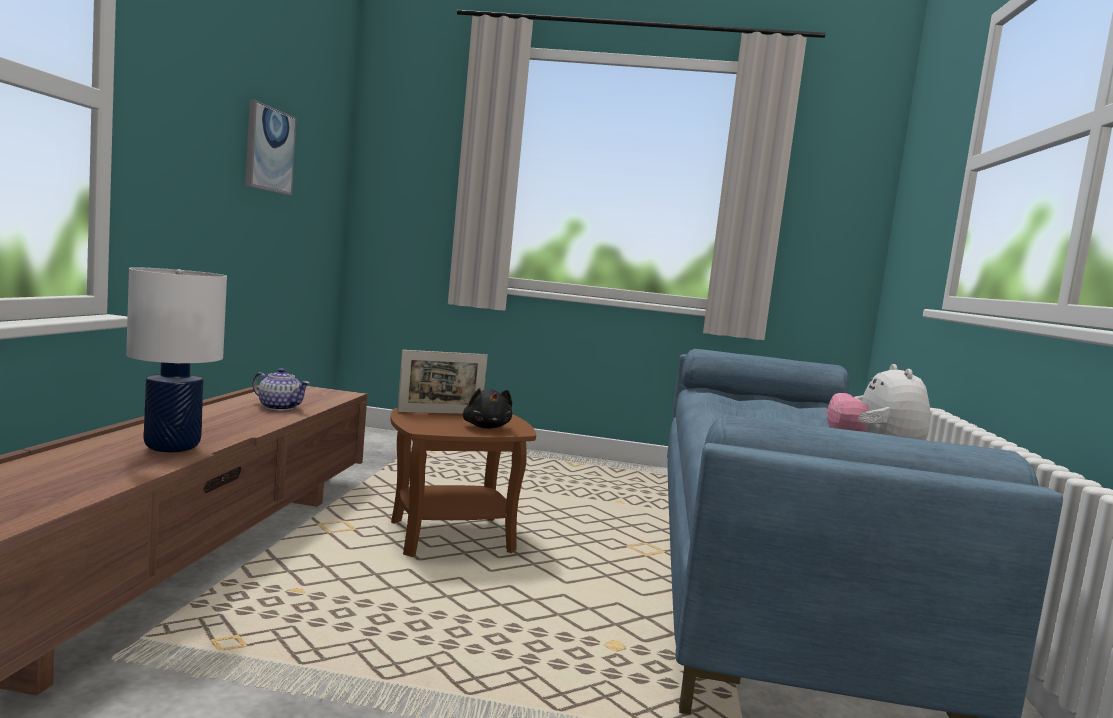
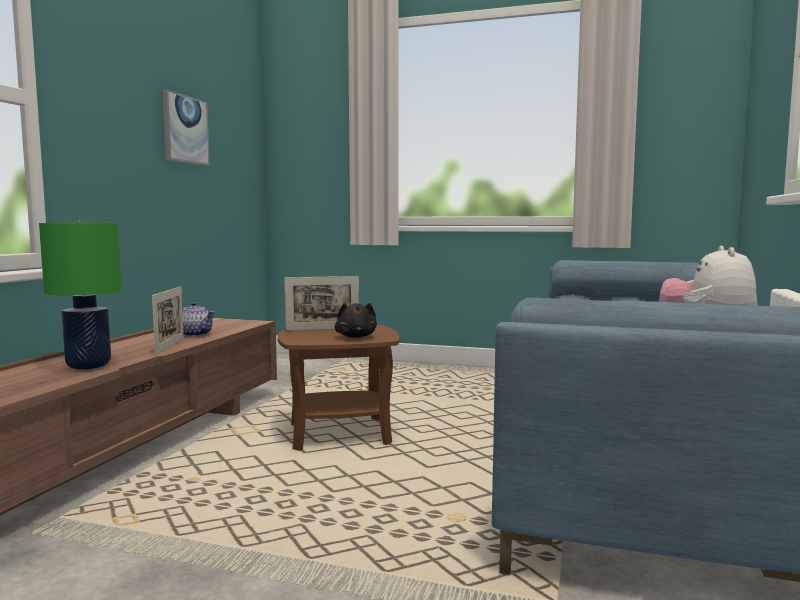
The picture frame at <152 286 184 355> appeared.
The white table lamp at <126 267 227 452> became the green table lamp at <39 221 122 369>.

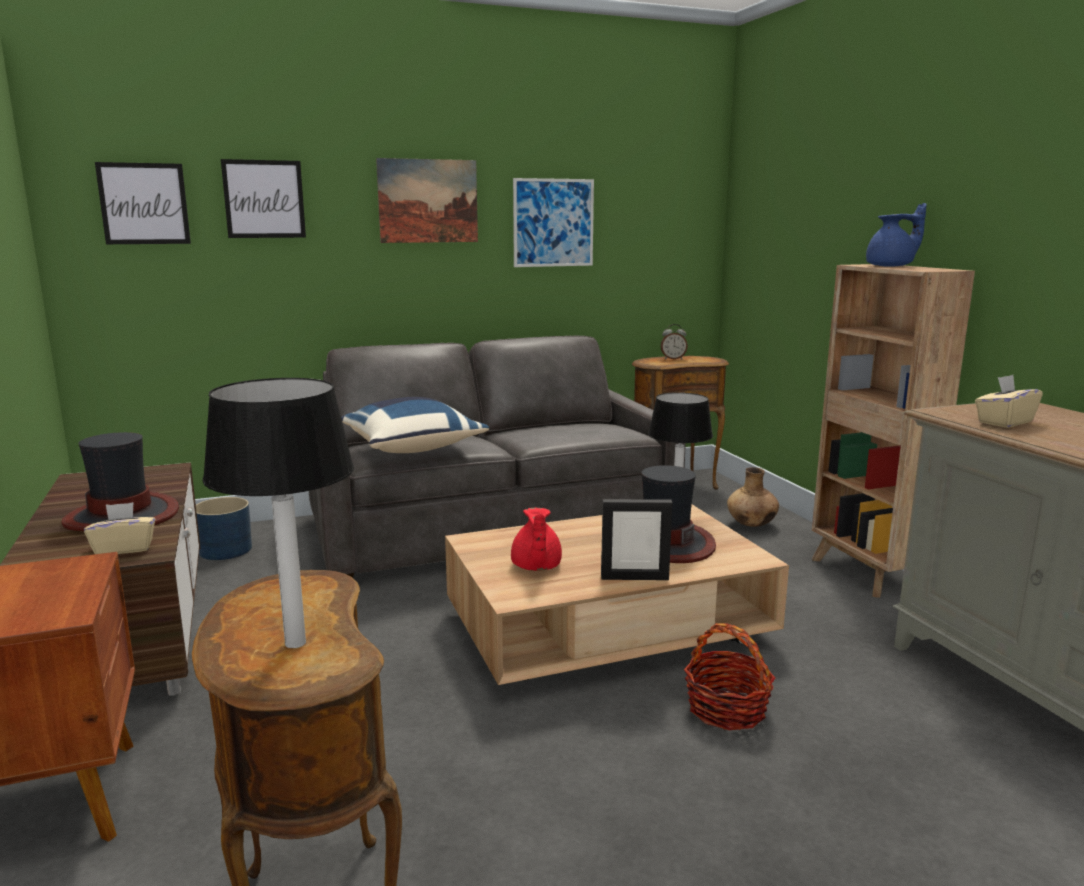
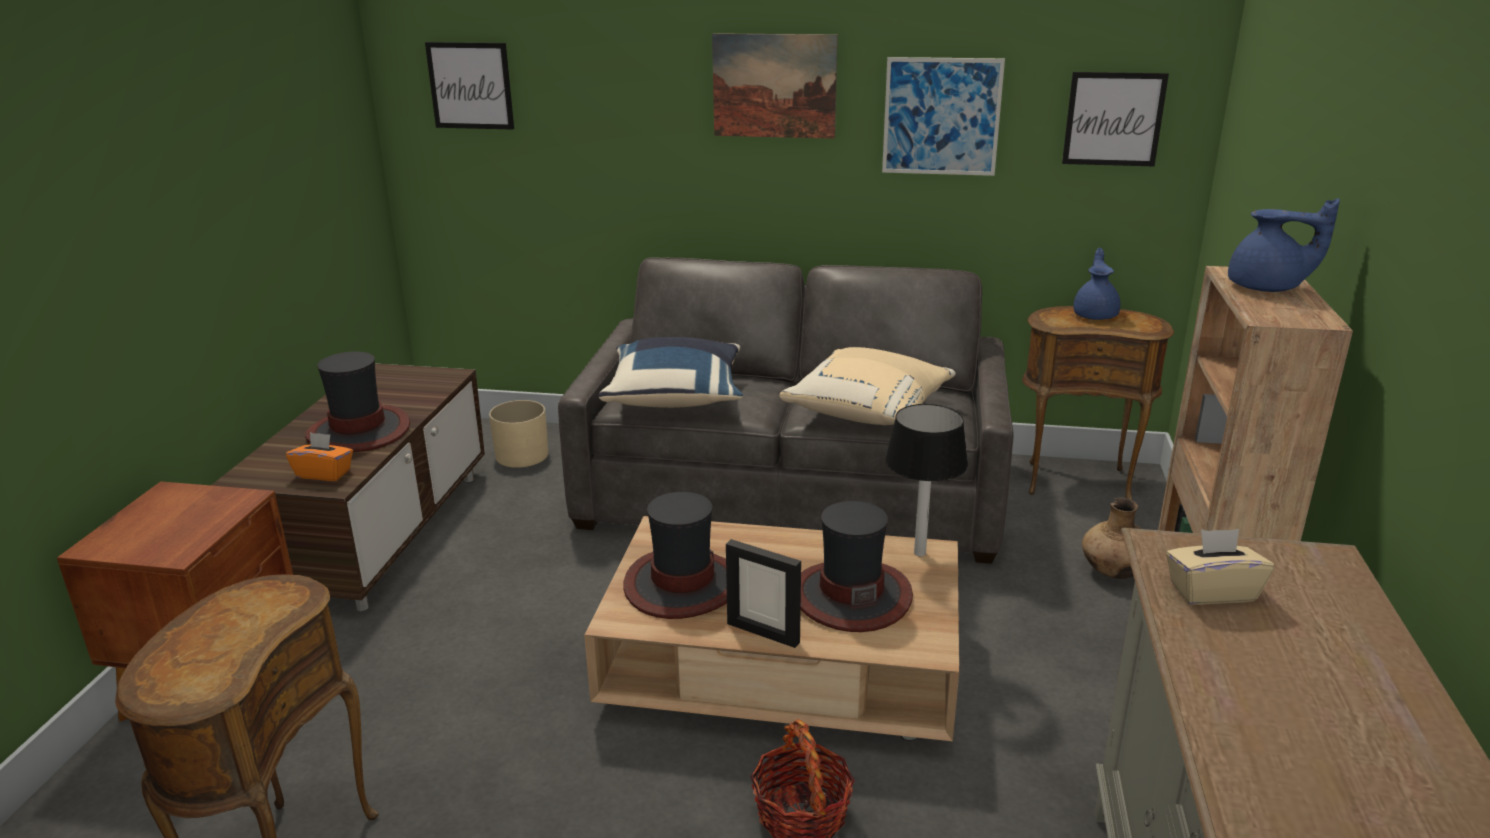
The table lamp at <203 378 354 648> disappeared.
The beige pillow at <779 347 956 425> appeared.
The picture moved from <221 159 306 238> to <1062 72 1169 166>.
The red teapot at <511 508 562 571> was replaced by the hat at <623 492 727 619>.
The alarm clock at <661 324 688 359> was replaced by the blue teapot at <1073 248 1120 320>.
The beige tissue box at <84 502 156 554> became the orange tissue box at <286 432 353 481>.
The blue planter at <196 497 252 560> became the beige planter at <489 400 548 468>.

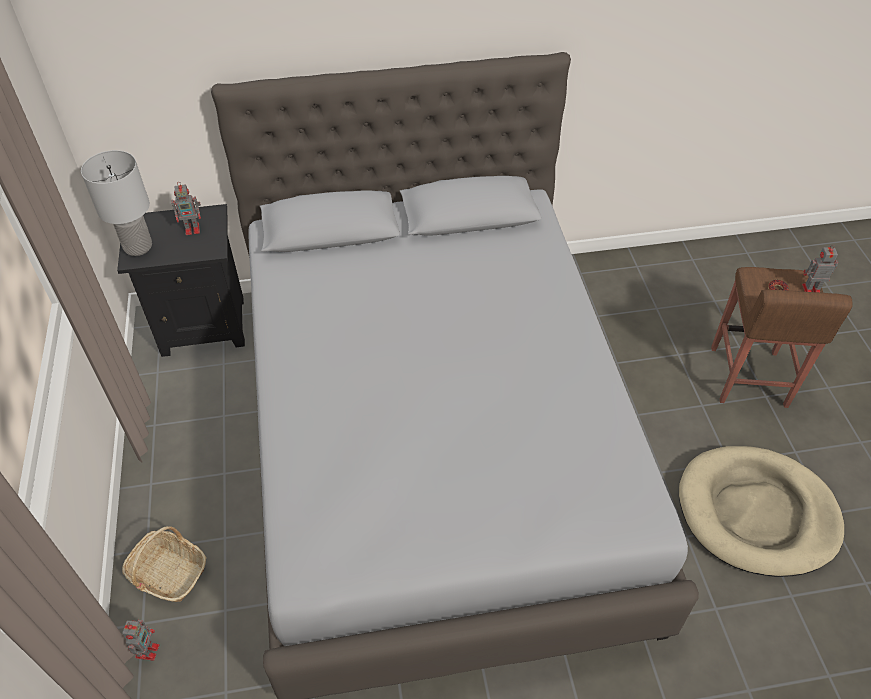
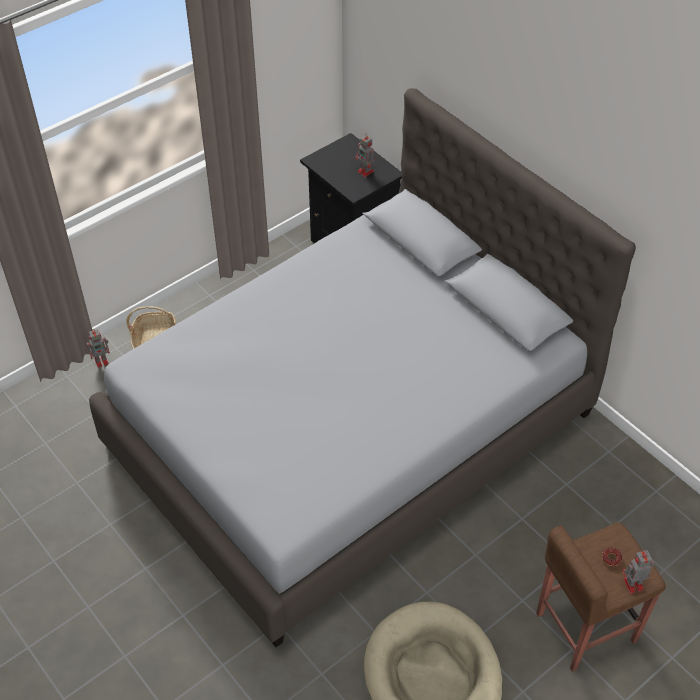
The grey table lamp at <81 150 152 256> disappeared.
The toy robot at <802 245 838 292> turned 75 degrees counterclockwise.

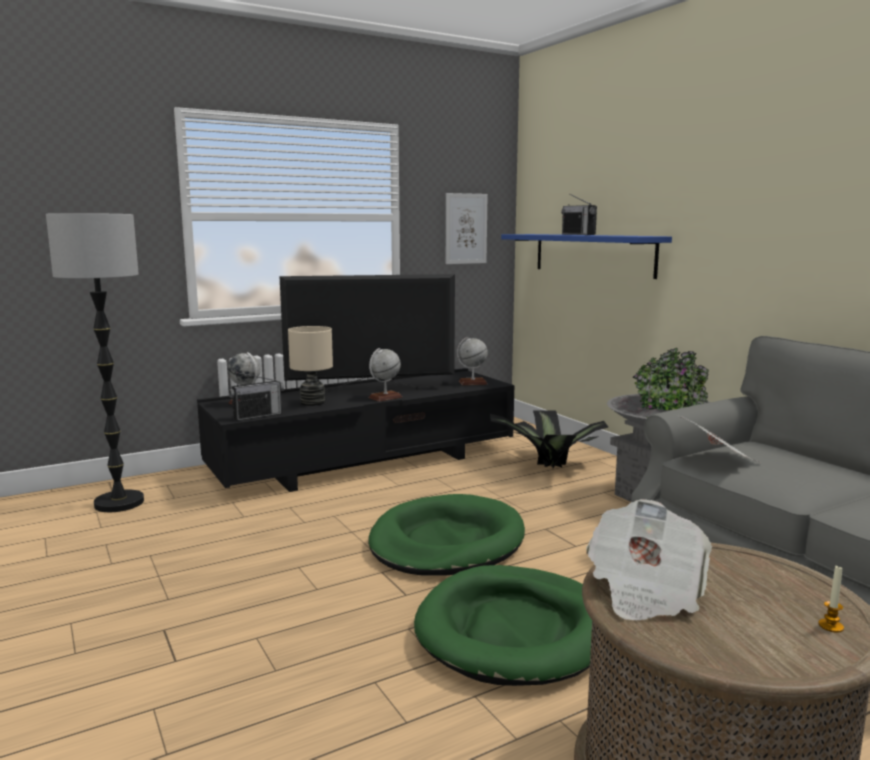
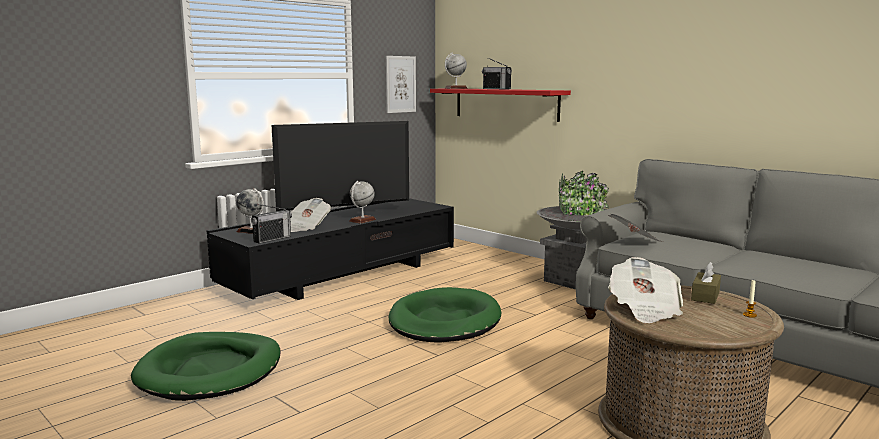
The floor lamp at <46 213 144 512> disappeared.
The potted plant at <490 410 608 468> disappeared.
The brown tissue box at <691 262 721 304> appeared.
The green dog bed moved from <414 565 592 686> to <131 332 280 401>.
The globe moved from <457 337 488 385> to <445 53 468 89>.
The beige table lamp at <288 326 333 406> was replaced by the newspaper at <290 198 331 232>.
The blue shelf at <501 234 672 279> became the red shelf at <430 89 571 122>.

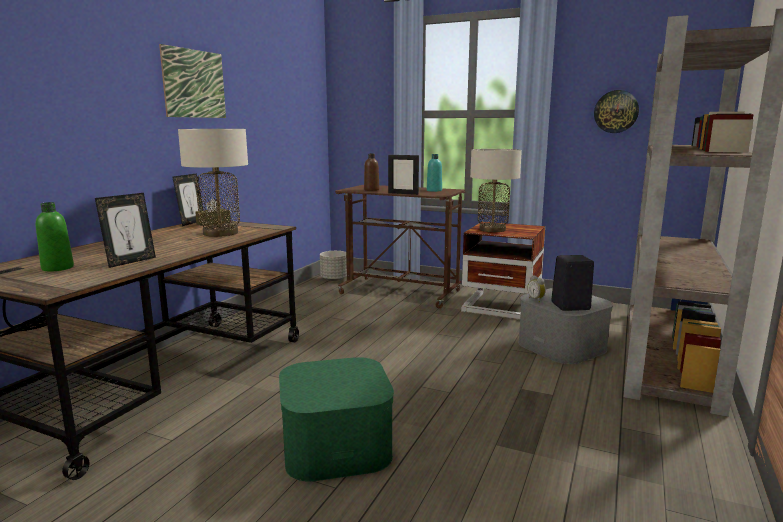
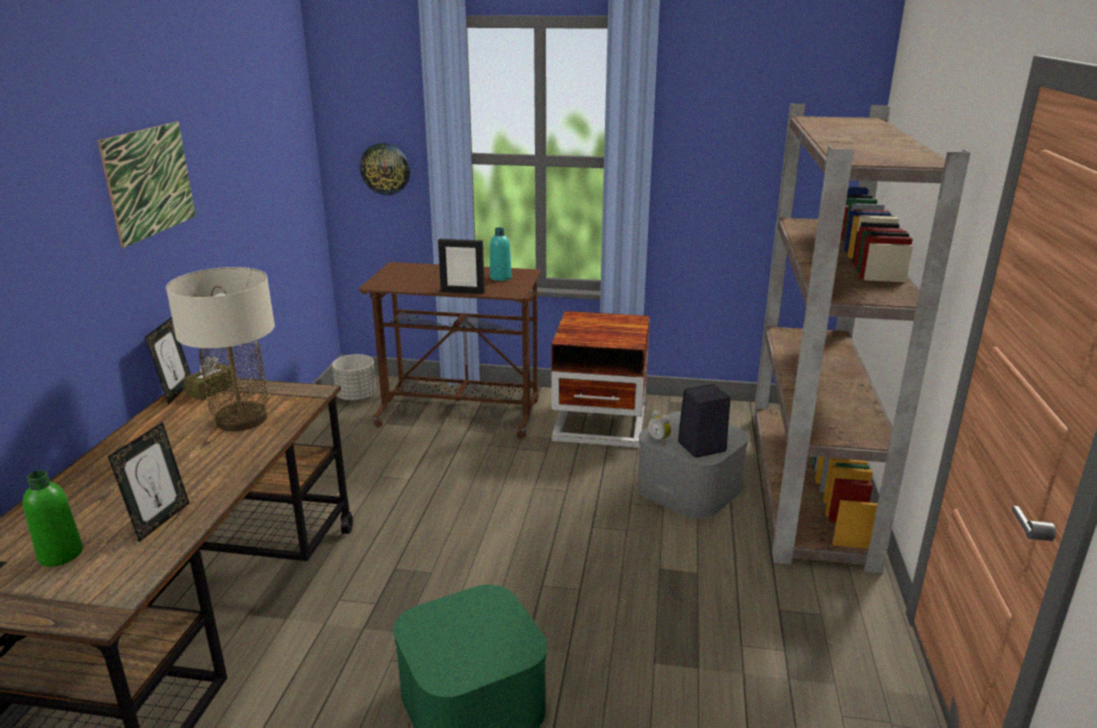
The brown bottle at <364 154 379 191> disappeared.
The table lamp at <470 149 522 232> disappeared.
The wall clock moved from <594 90 639 133> to <360 143 410 195>.

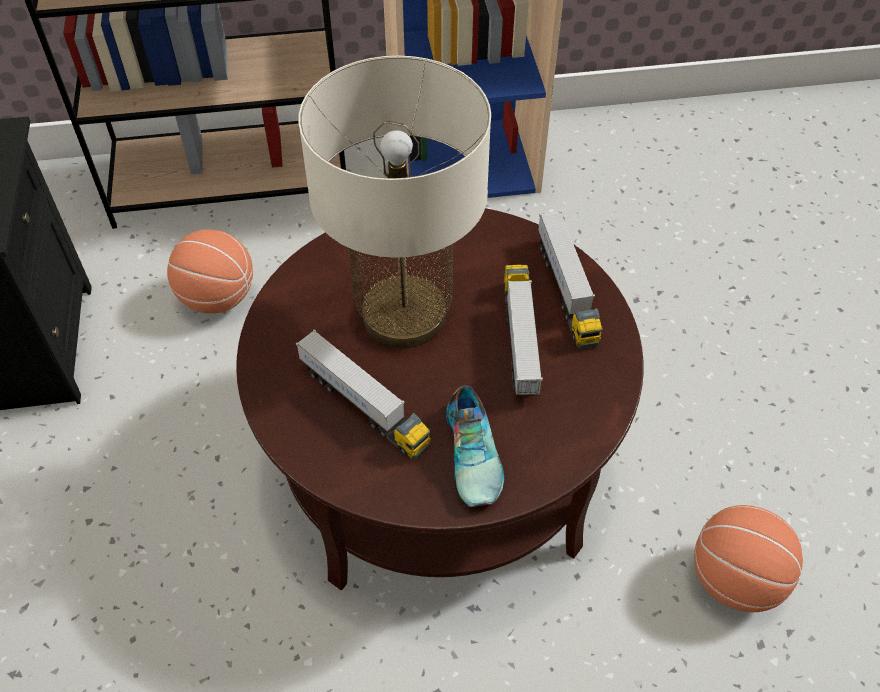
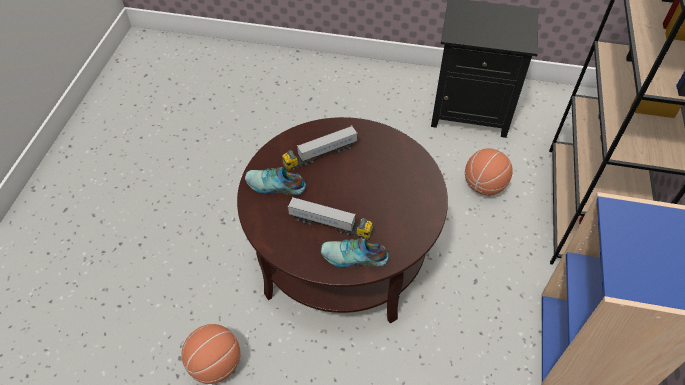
The table lamp at <298 55 491 348> disappeared.
The toy truck at <538 210 603 349> was replaced by the shoe at <321 238 389 267>.

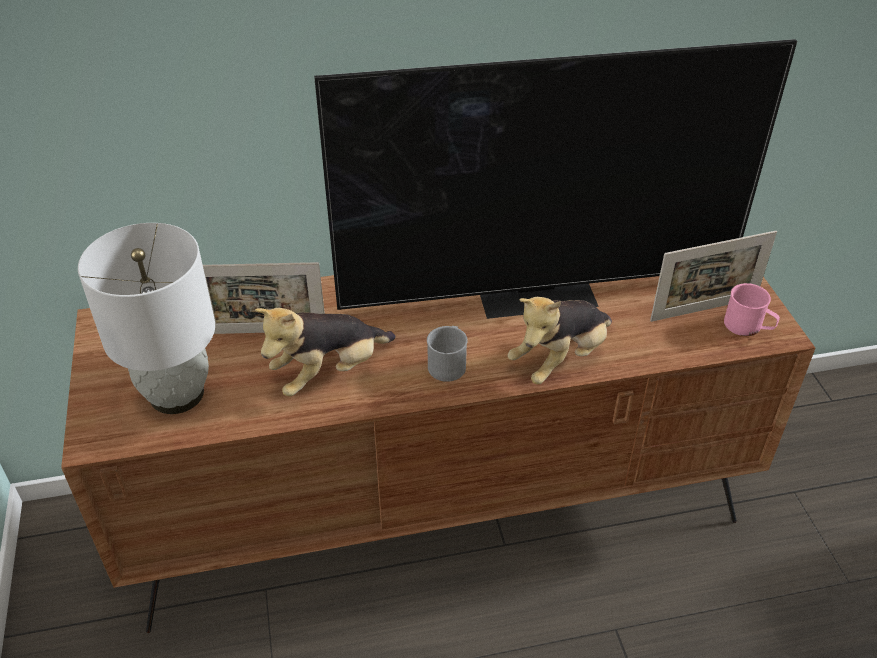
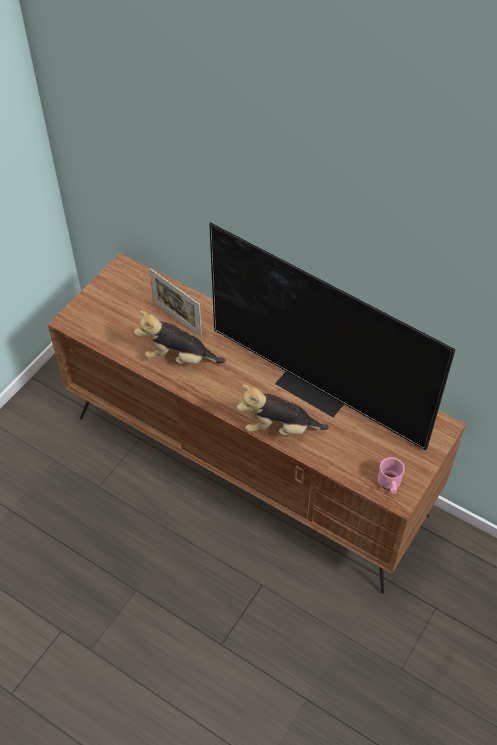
The white table lamp at <78 223 215 414> disappeared.
The grey mug at <427 326 468 382> disappeared.
The picture frame at <650 231 777 322> disappeared.

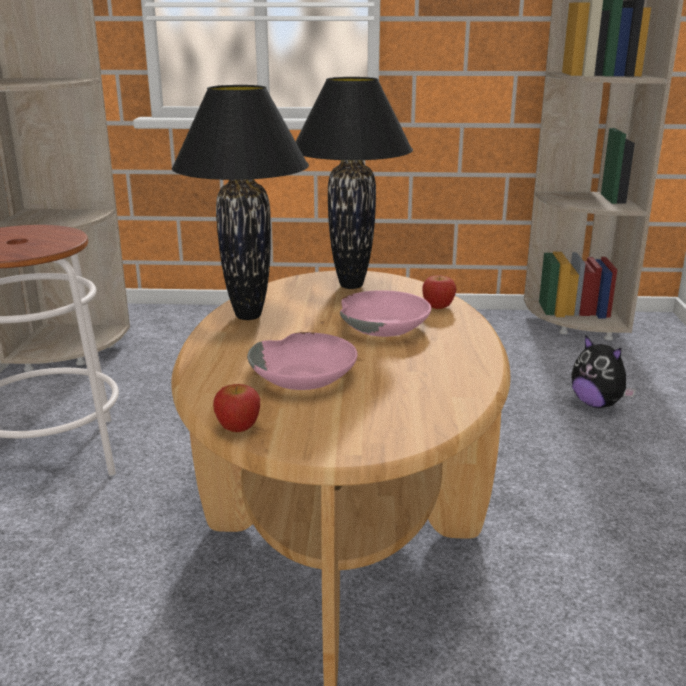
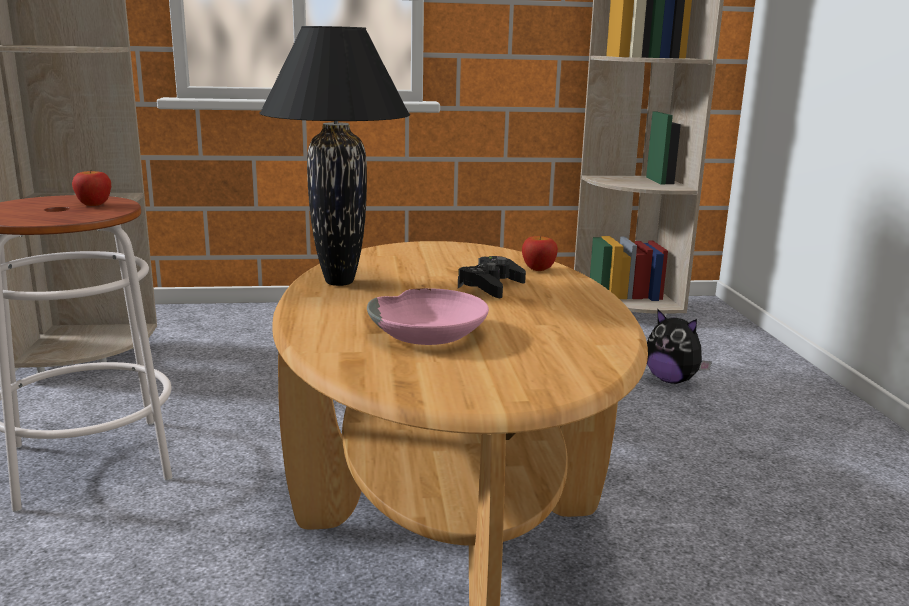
The black table lamp at <296 77 413 289> disappeared.
The apple moved from <213 384 260 432> to <72 171 111 206>.
The pink bowl at <340 290 431 337> was replaced by the black game controller at <458 256 526 299>.

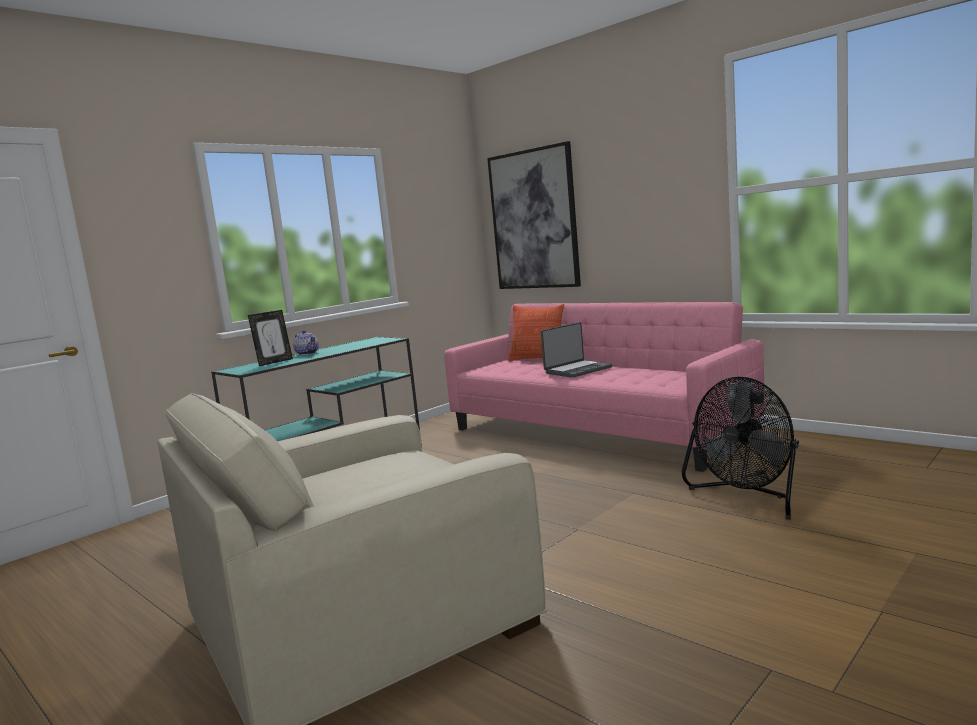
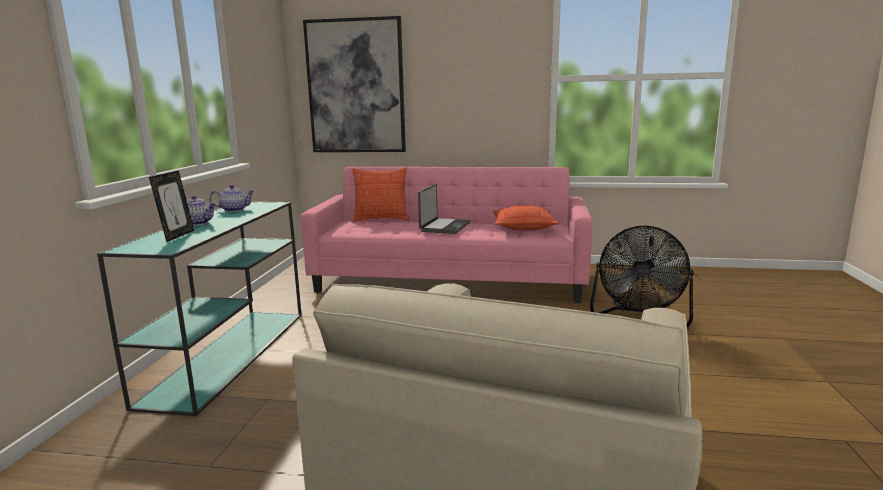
The teapot at <209 185 255 212> appeared.
The orange pillow at <493 205 559 231> appeared.

